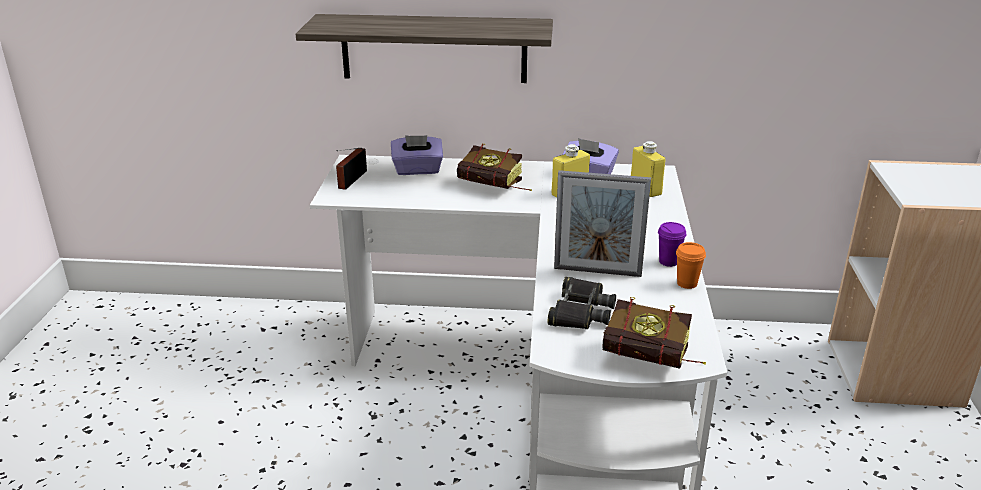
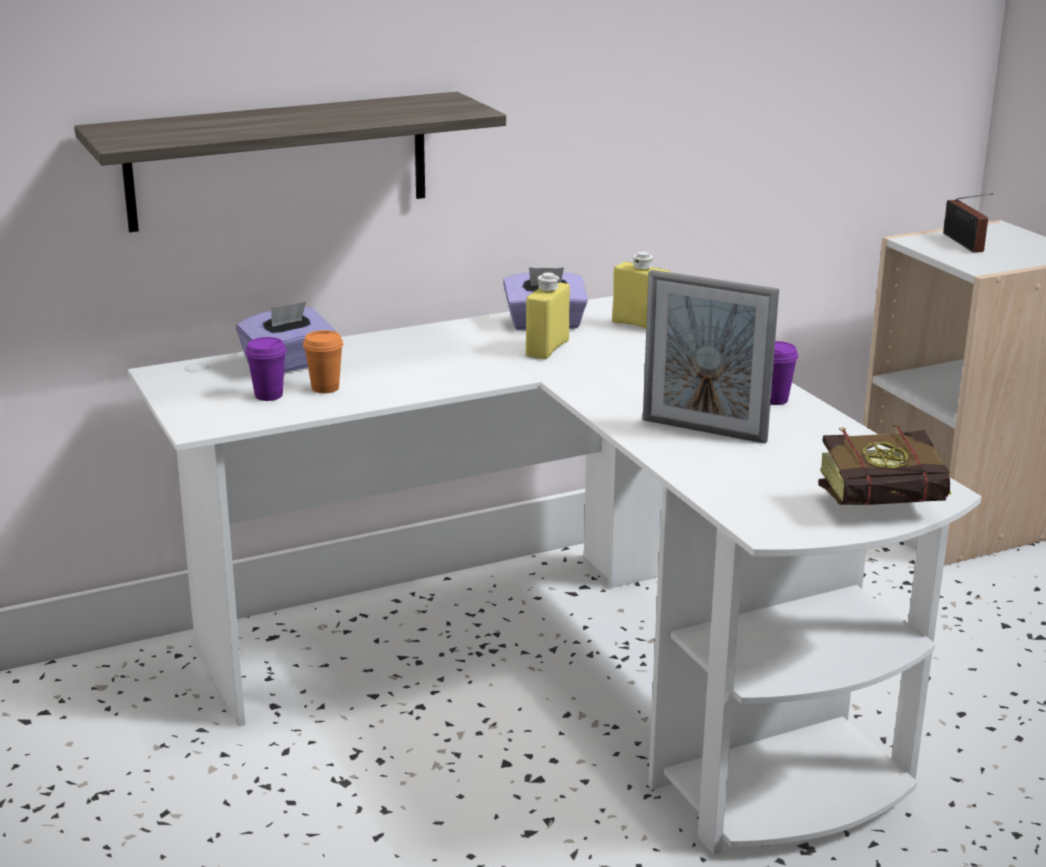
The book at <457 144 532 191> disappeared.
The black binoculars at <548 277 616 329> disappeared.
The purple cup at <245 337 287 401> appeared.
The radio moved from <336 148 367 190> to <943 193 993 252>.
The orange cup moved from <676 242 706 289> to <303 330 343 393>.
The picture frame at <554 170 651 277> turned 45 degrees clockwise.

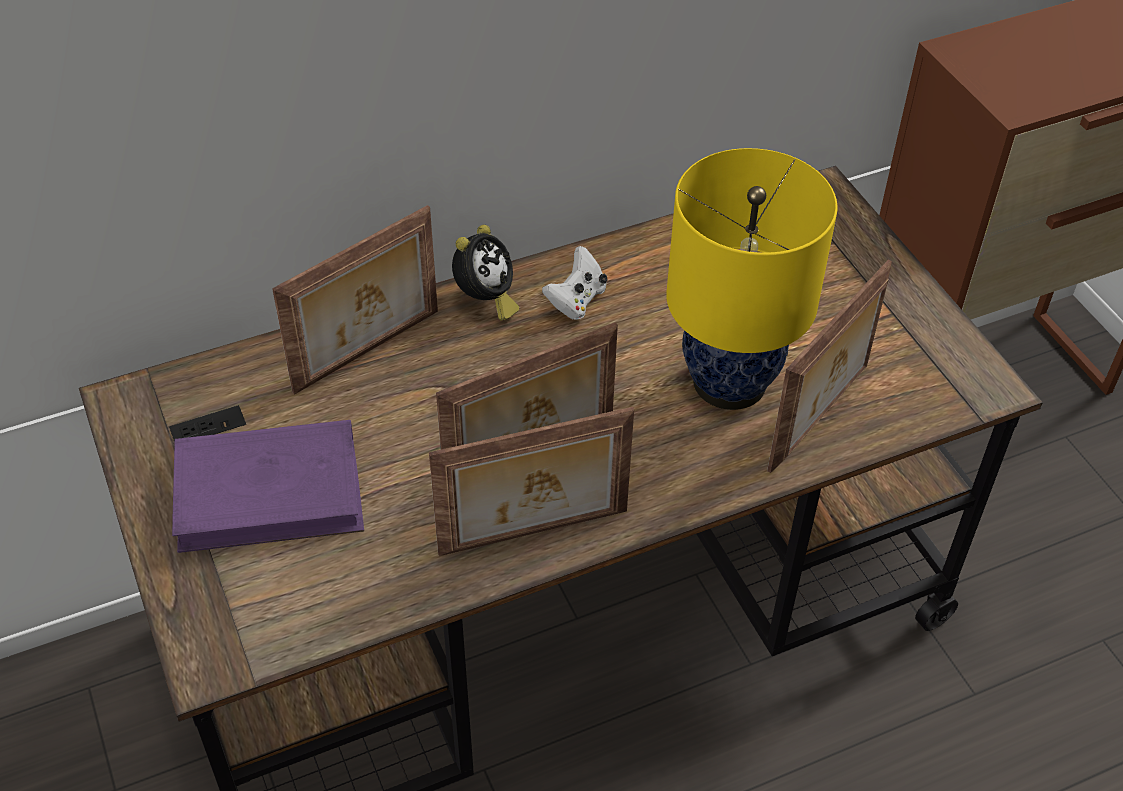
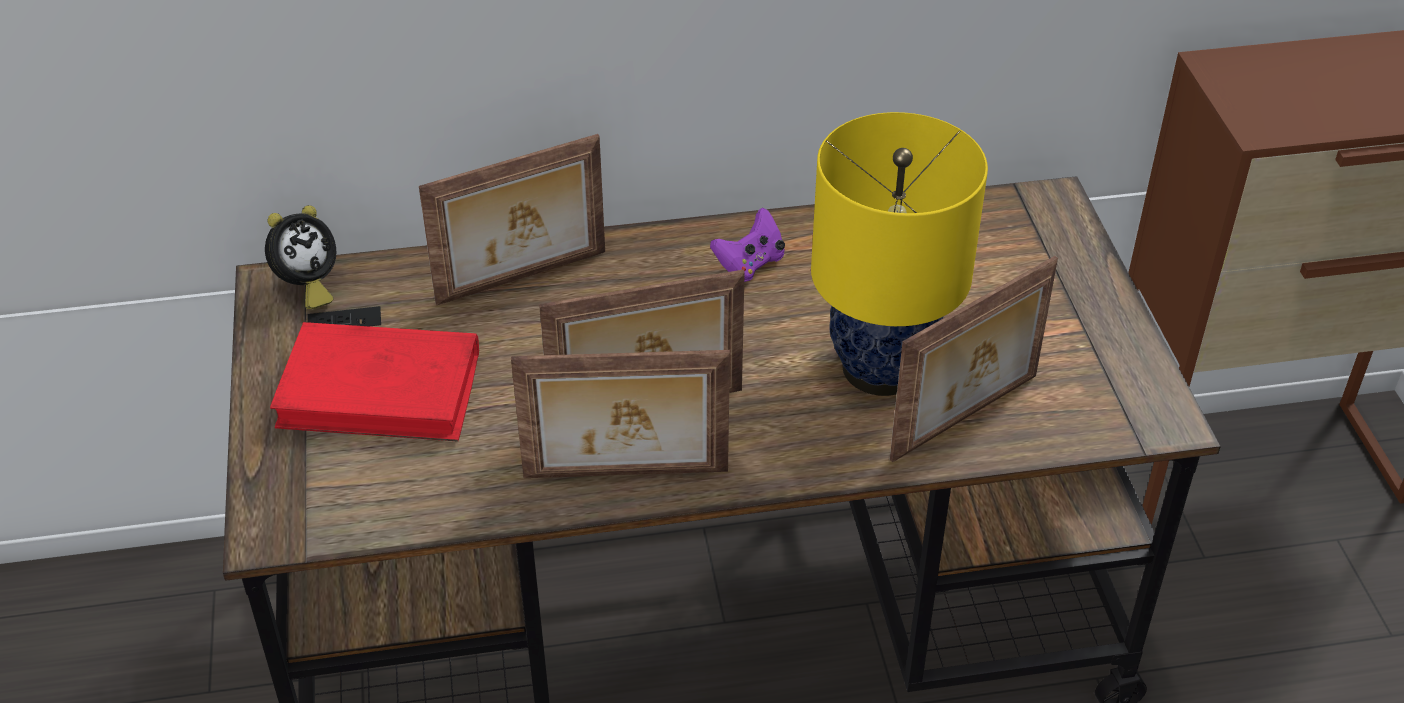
The alarm clock moved from <452 225 519 321> to <265 205 336 309>.
The purple book at <172 420 364 553> became the red book at <270 322 479 442>.
The white game controller at <542 246 608 320> became the purple game controller at <710 208 785 282>.

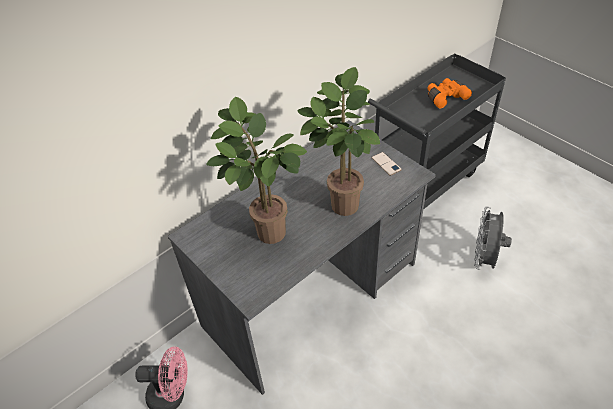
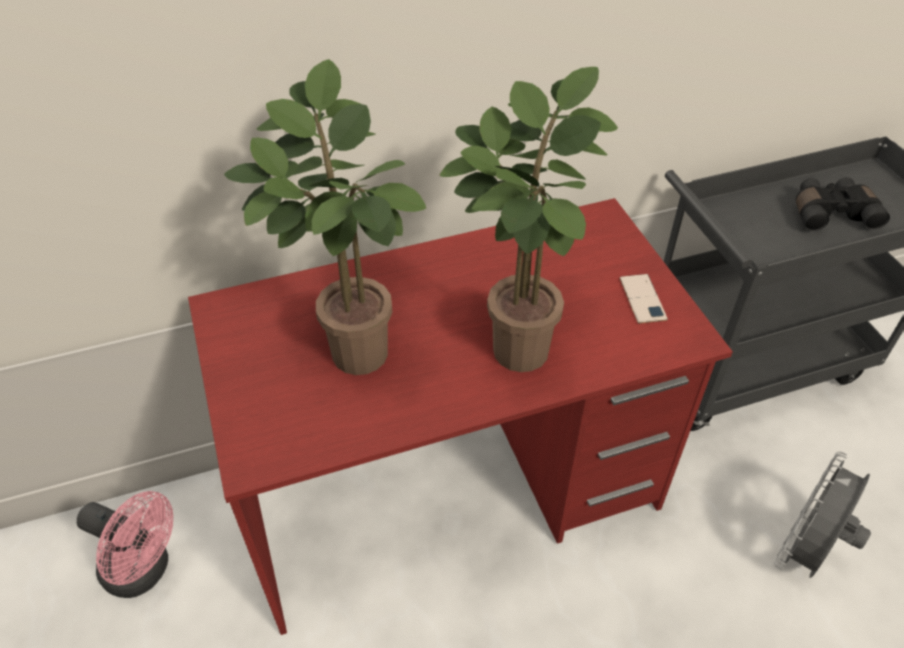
The grey desk at <168 120 436 395> became the red desk at <188 198 733 635>.
The orange binoculars at <427 78 472 109> became the black binoculars at <796 177 890 231>.

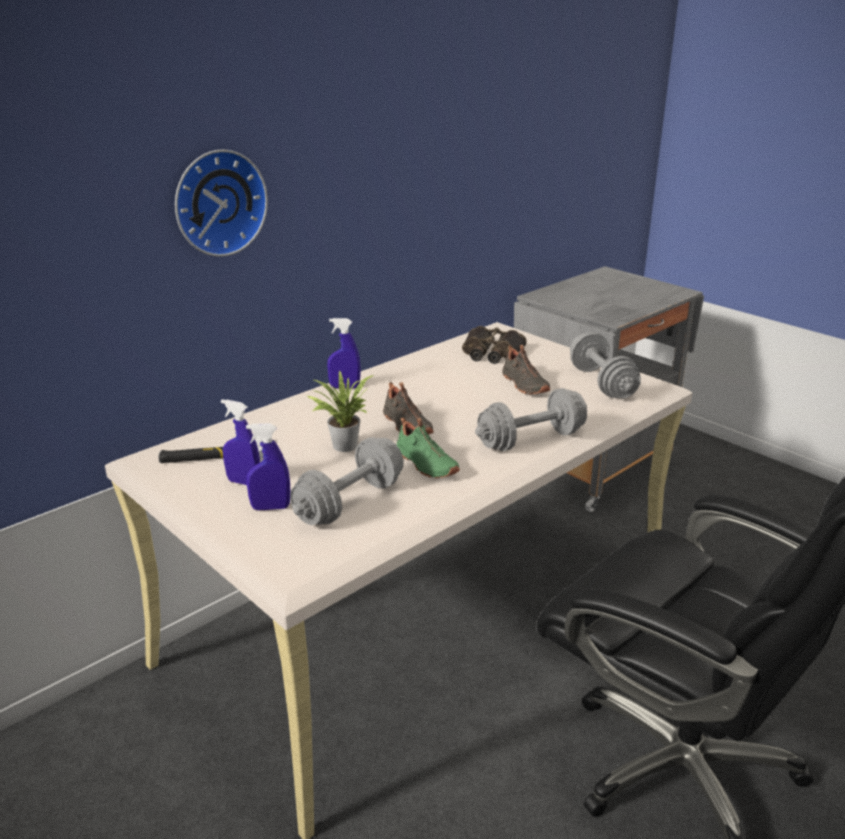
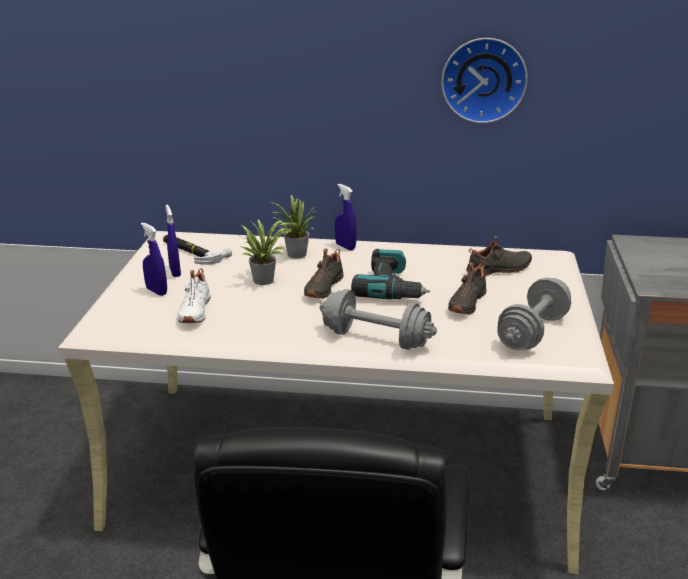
The green shoe at <397 417 460 478> disappeared.
The potted plant at <270 195 316 258> appeared.
The power drill at <351 249 430 299> appeared.
The wall clock moved from <175 150 268 257> to <441 38 528 123>.
The grey dumbbell at <290 438 404 525> was replaced by the white shoe at <177 268 211 323>.
The binoculars at <462 326 527 364> was replaced by the black shoe at <467 236 532 276>.

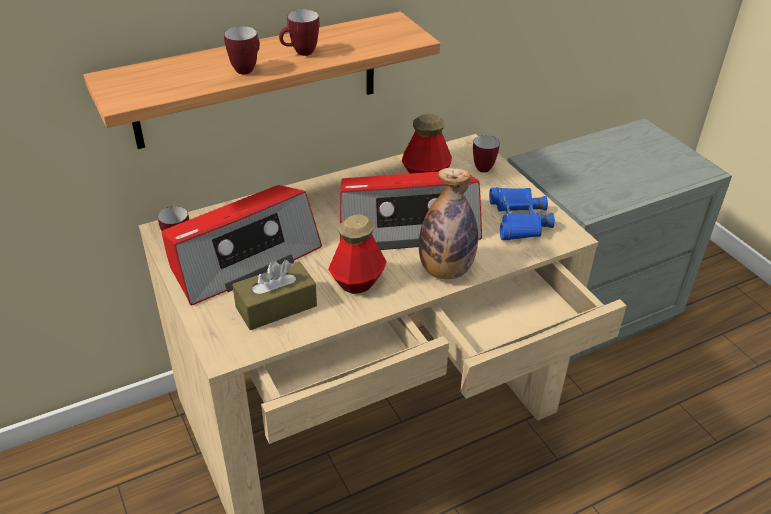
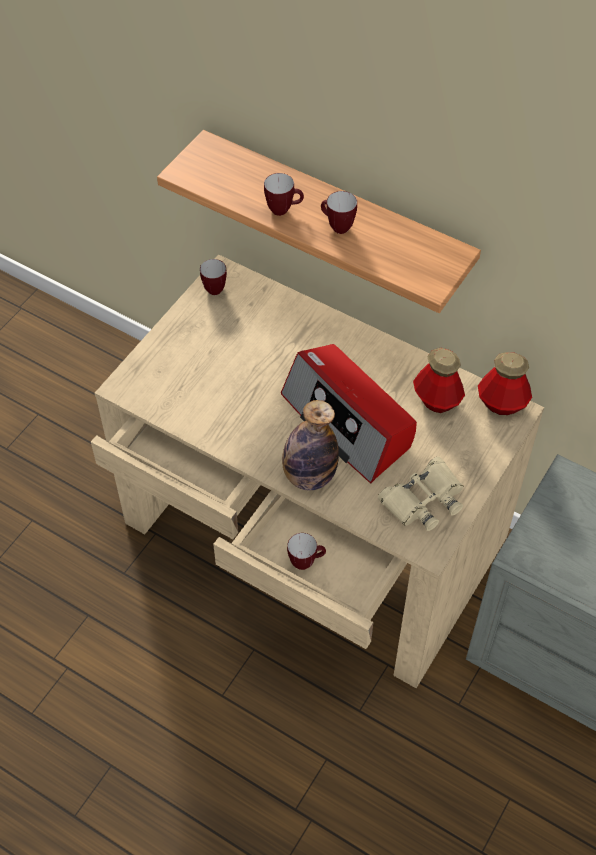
The radio at <162 185 322 305> disappeared.
The brown tissue box at <232 260 317 330> disappeared.
The bottle moved from <328 214 387 294> to <478 352 532 415>.
The mug moved from <473 135 500 173> to <287 533 326 570>.
The blue binoculars at <489 187 555 240> became the beige binoculars at <378 456 463 531>.

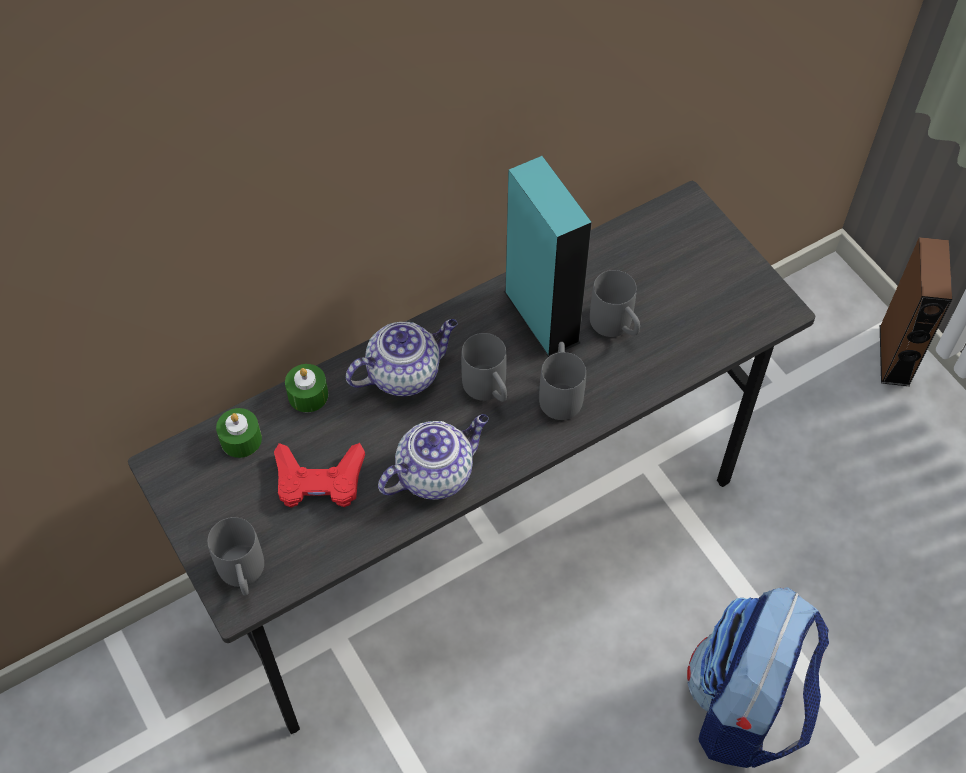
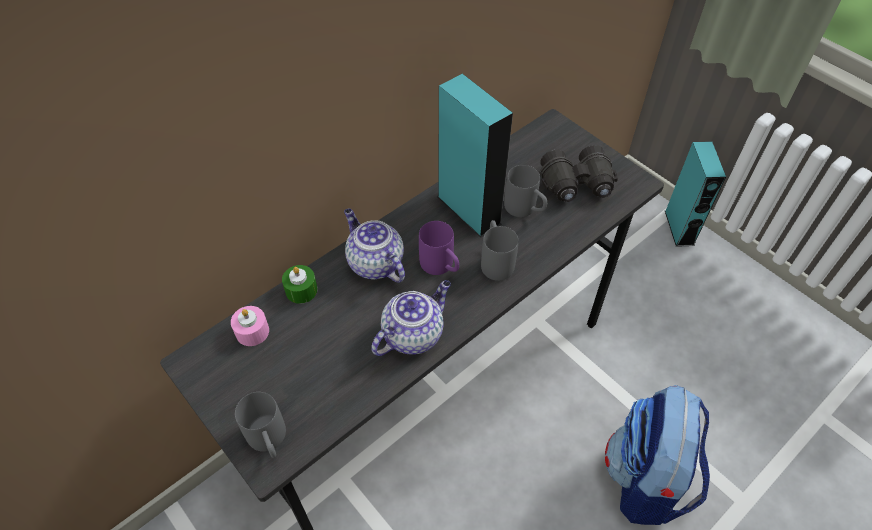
The red game controller at <274 443 365 507> disappeared.
The black binoculars at <540 145 618 202> appeared.
The green candle at <216 408 262 458> became the pink candle at <231 306 269 346>.
The grey mug at <461 333 507 402> became the purple mug at <419 221 459 275>.
The brown speaker at <880 237 952 387> became the turquoise speaker at <665 141 726 247>.
The teapot at <346 319 458 397> turned 90 degrees counterclockwise.

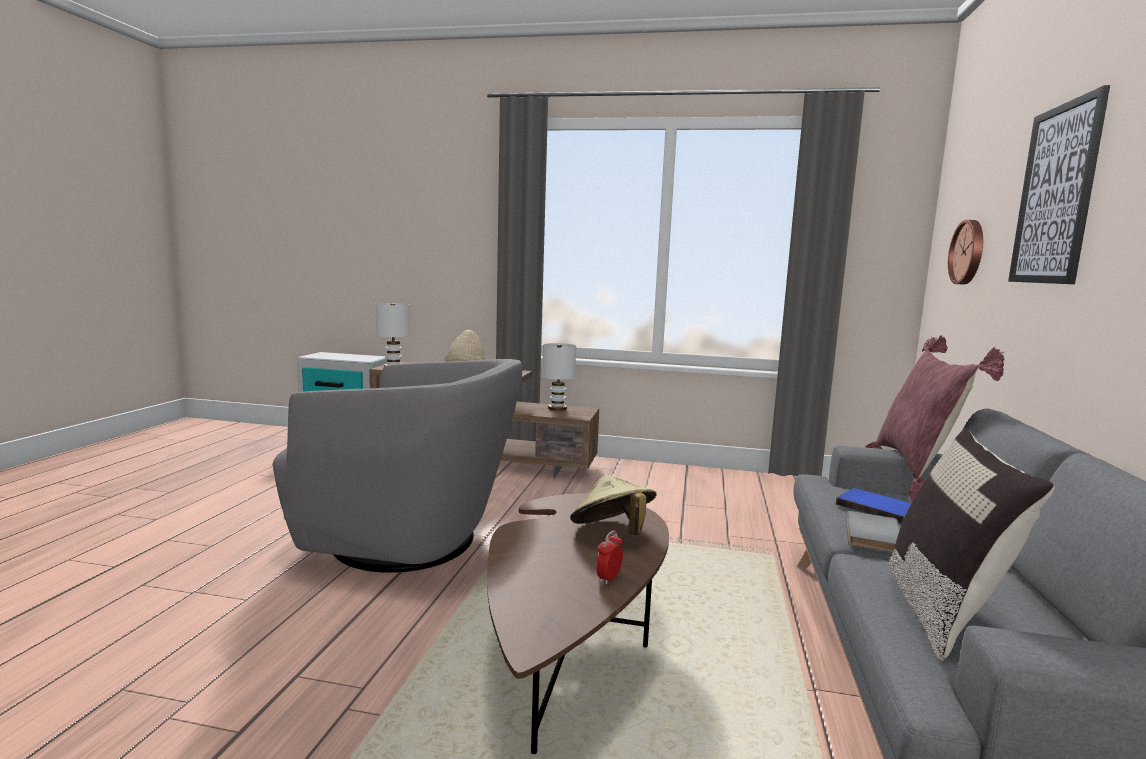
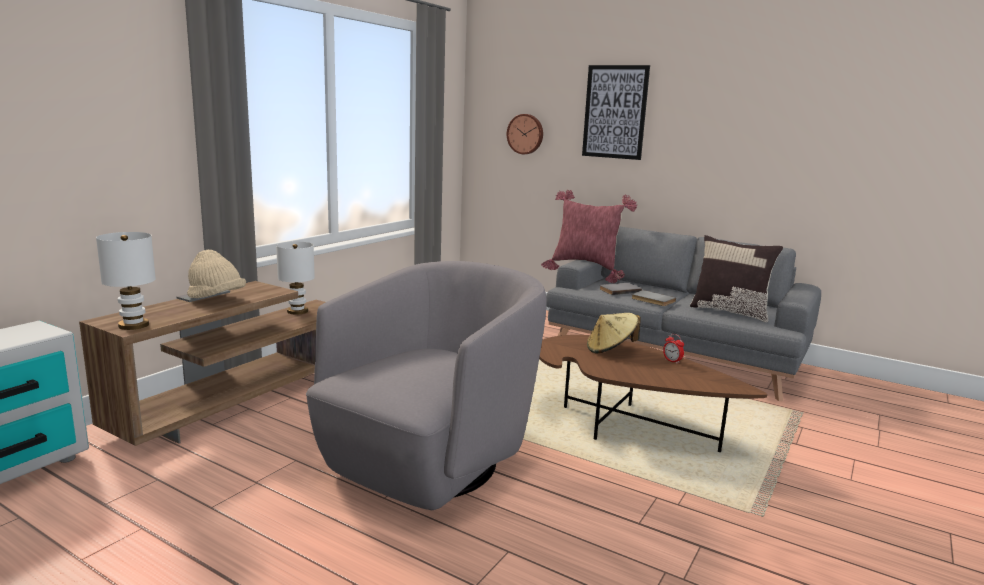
The blue book at <836 488 911 524> became the grey book at <599 283 642 295>.

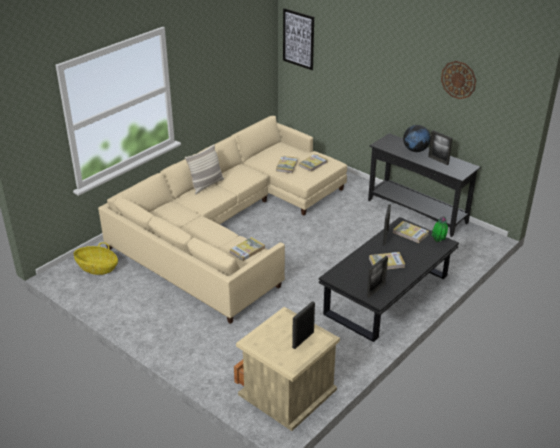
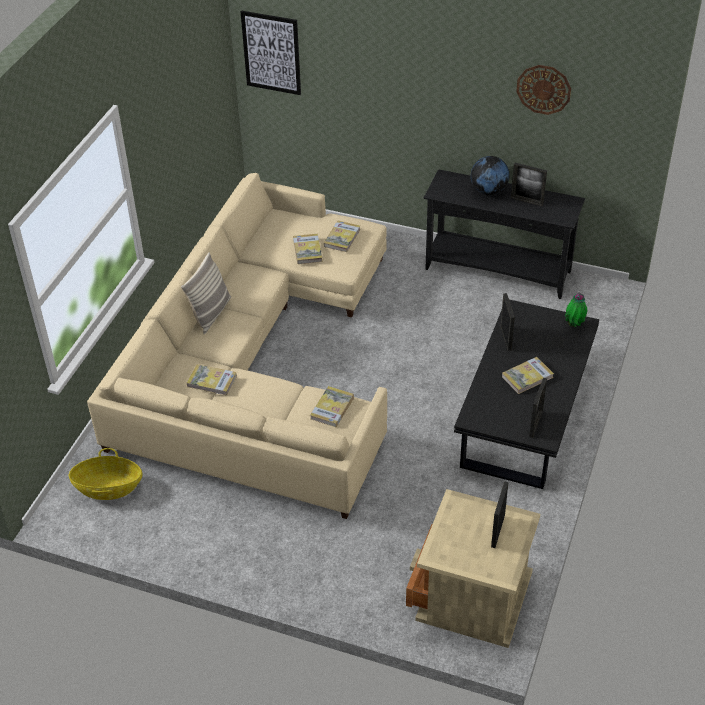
The book moved from <393 221 429 243> to <187 364 237 396>.

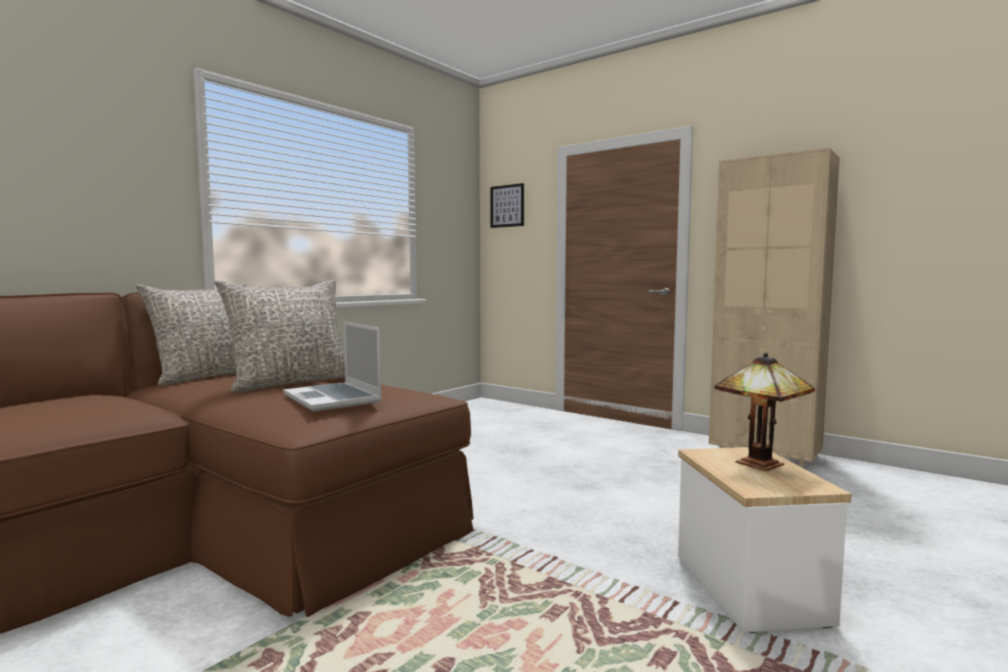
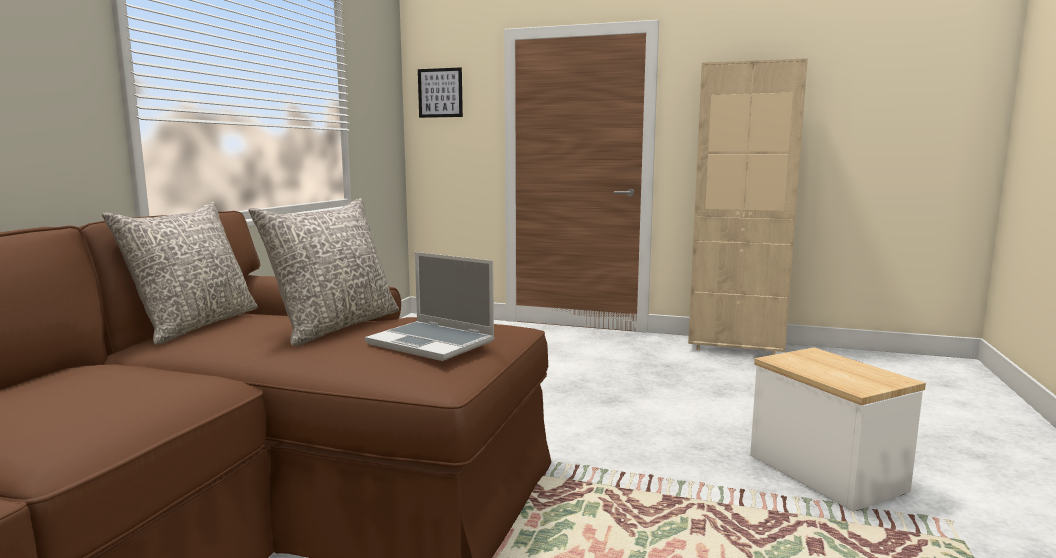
The table lamp at <715 353 815 471> disappeared.

